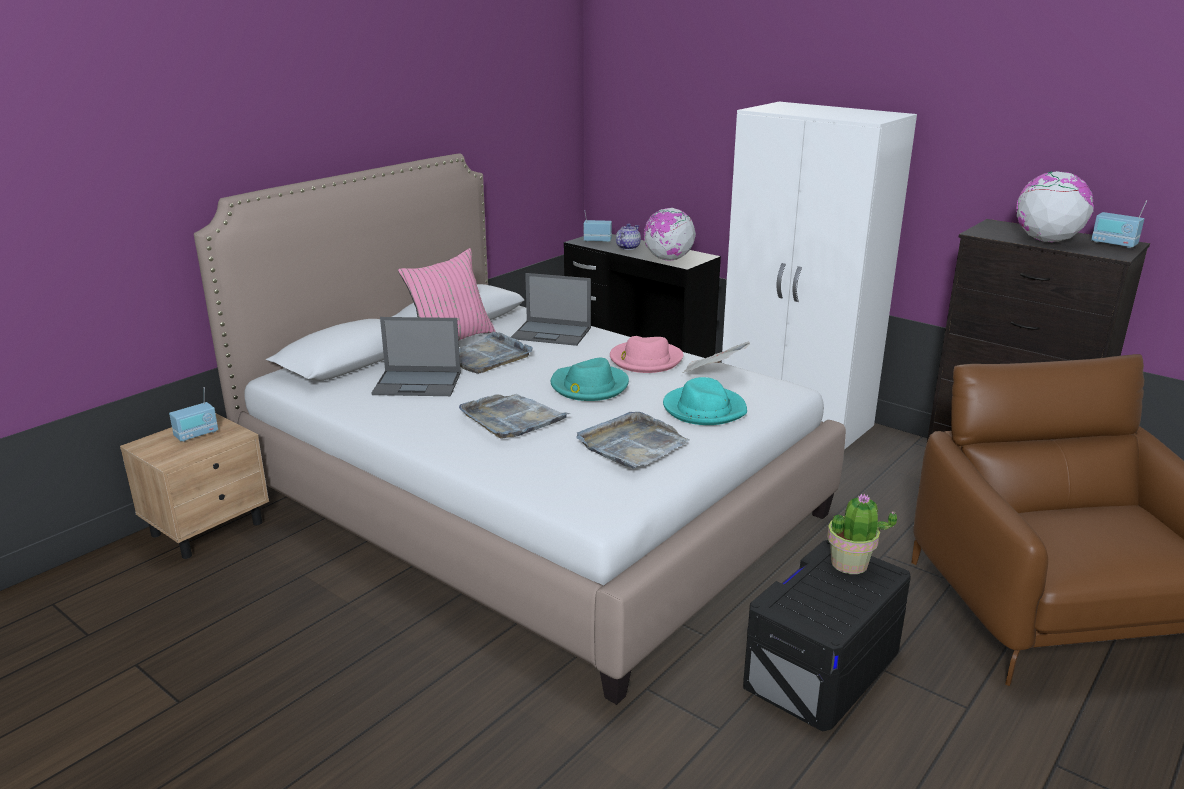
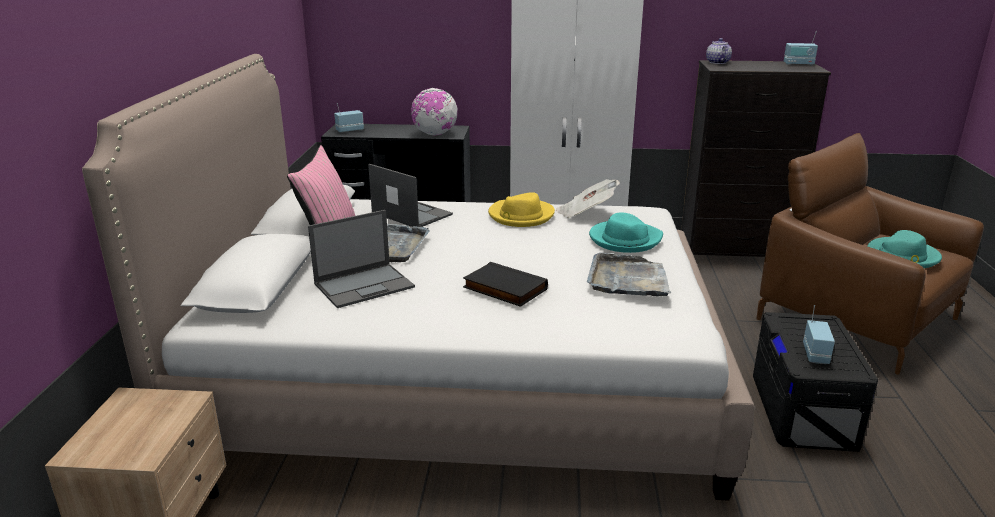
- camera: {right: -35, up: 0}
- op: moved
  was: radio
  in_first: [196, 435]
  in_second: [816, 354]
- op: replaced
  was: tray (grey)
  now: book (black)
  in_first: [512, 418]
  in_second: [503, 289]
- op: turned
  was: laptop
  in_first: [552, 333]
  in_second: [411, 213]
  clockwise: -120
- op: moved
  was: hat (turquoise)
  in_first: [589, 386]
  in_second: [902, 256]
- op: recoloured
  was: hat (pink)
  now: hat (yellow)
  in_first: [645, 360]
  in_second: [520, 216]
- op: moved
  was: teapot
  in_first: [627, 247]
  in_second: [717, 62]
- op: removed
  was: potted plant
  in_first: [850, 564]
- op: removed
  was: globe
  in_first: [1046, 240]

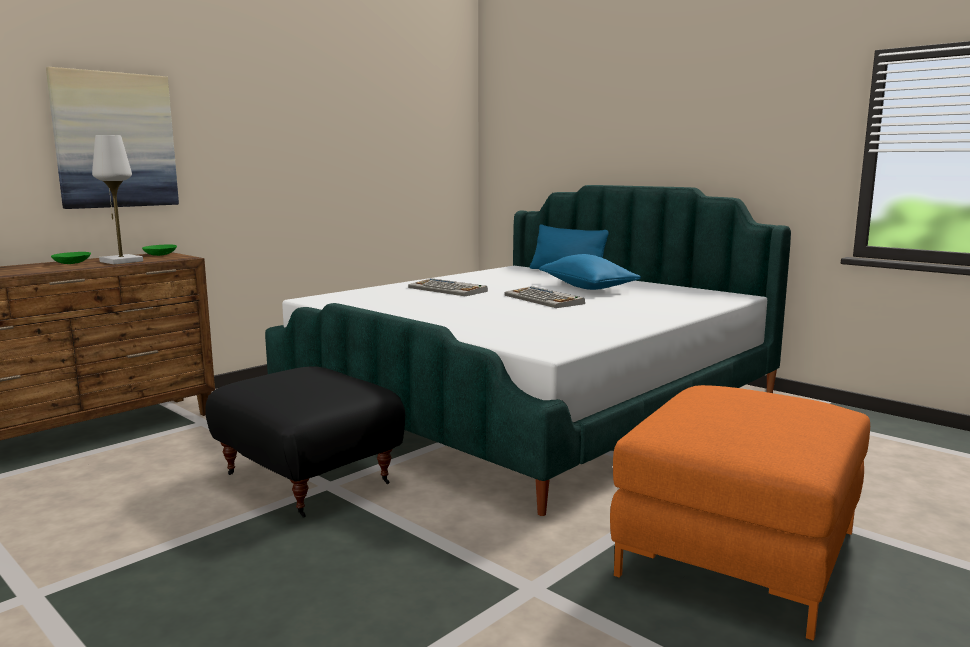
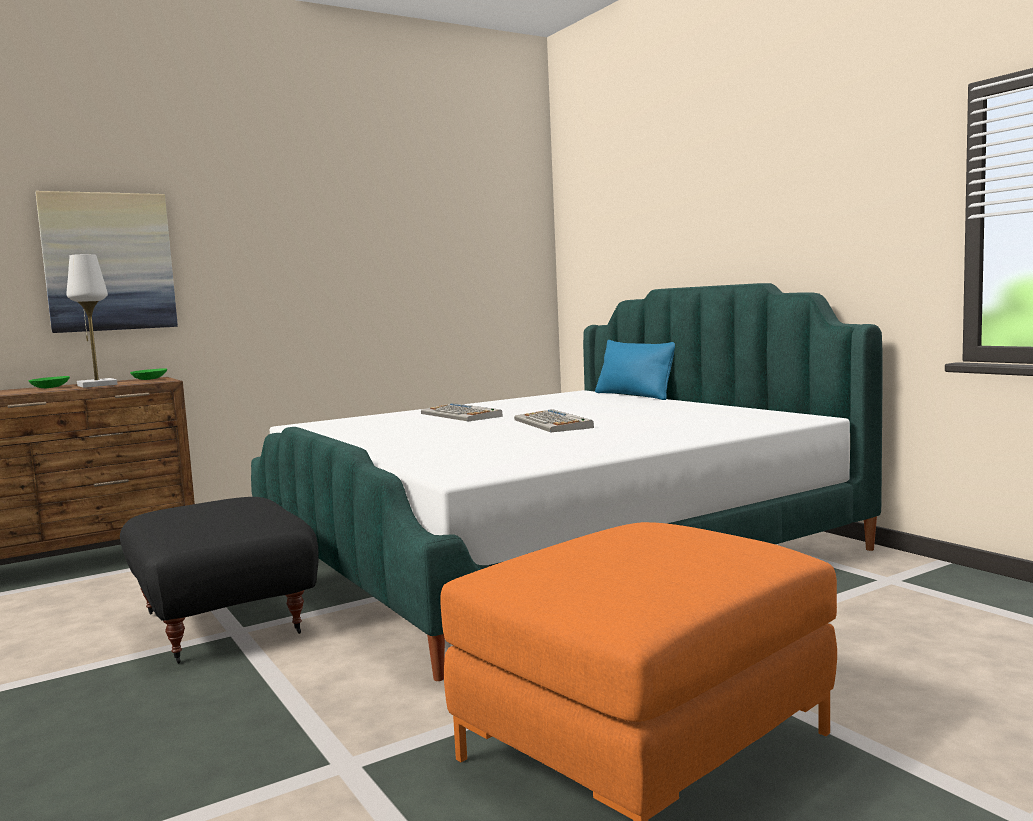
- camera: {right: 15, up: -5}
- op: removed
  was: pillow (blue)
  in_first: [587, 287]

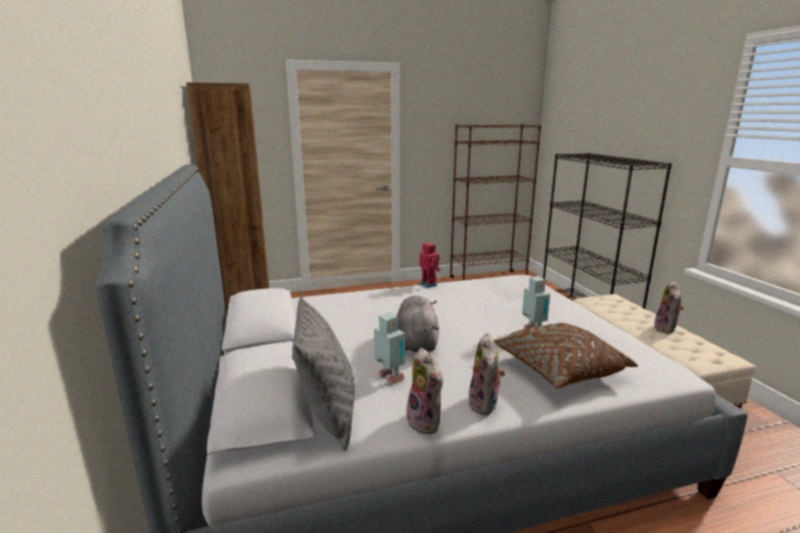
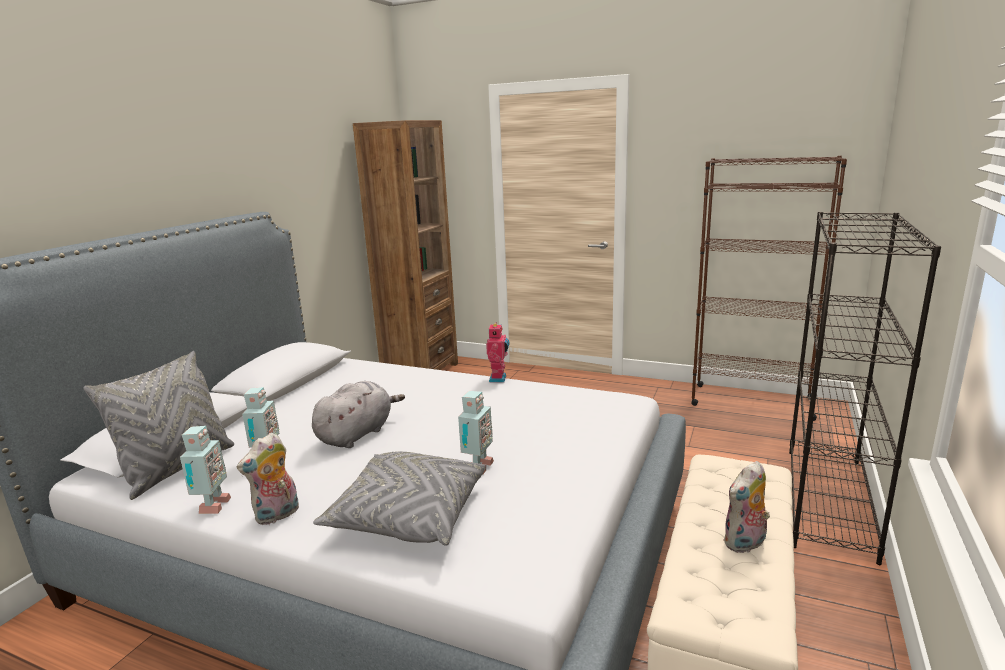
- camera: {right: 40, up: 0}
- op: replaced
  was: plush toy
  now: toy robot
  in_first: [426, 422]
  in_second: [212, 506]
- op: recoloured
  was: pillow (brown)
  now: pillow (grey)
  in_first: [559, 369]
  in_second: [408, 516]

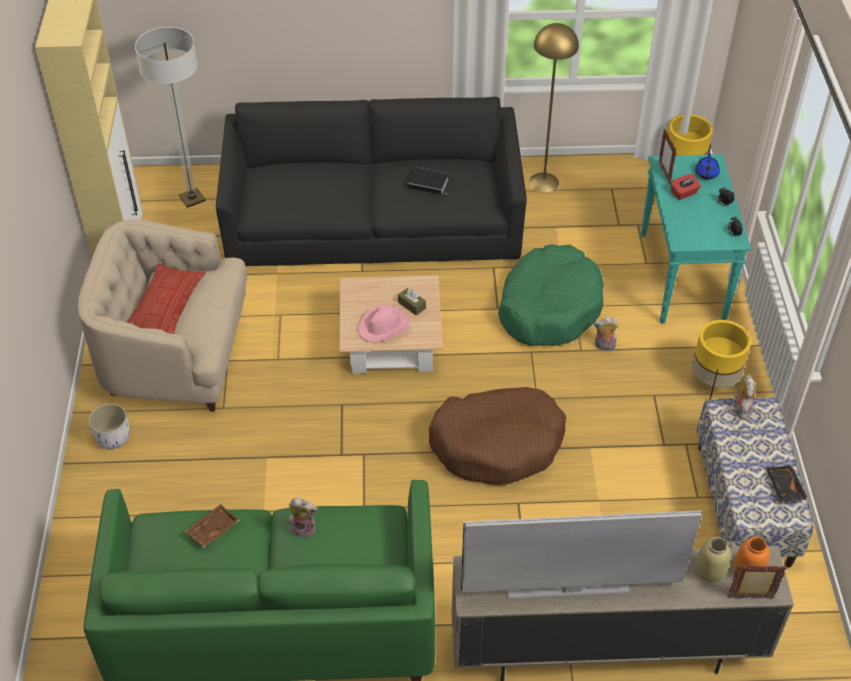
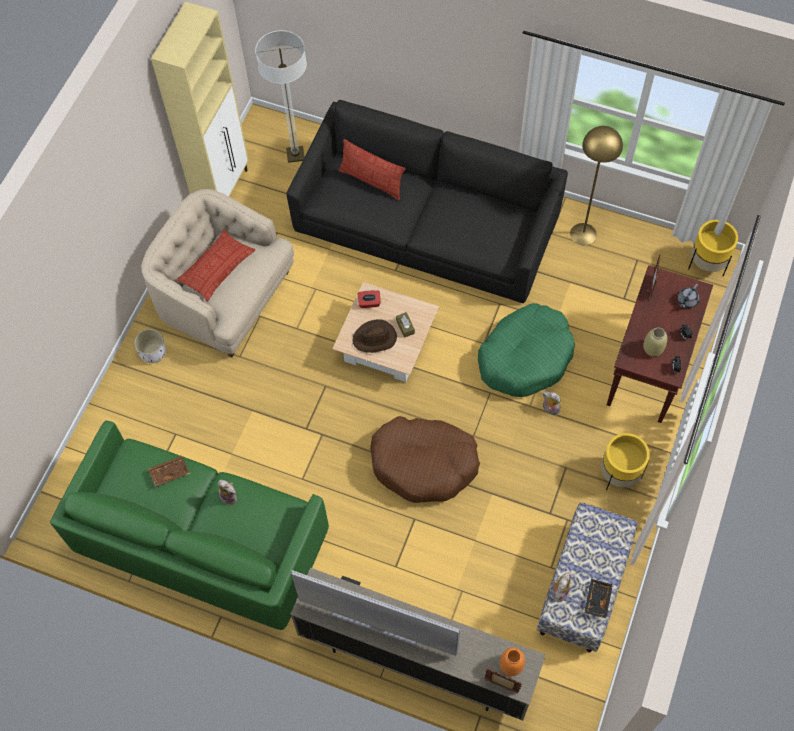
- camera: {right: 25, up: 15}
- op: recoloured
  was: hat (pink)
  now: hat (brown)
  in_first: [383, 326]
  in_second: [375, 338]
- op: removed
  was: book
  in_first: [429, 183]
- op: recoloured
  was: console table (turquoise)
  now: console table (brown)
  in_first: [682, 278]
  in_second: [649, 368]
- op: moved
  was: tissue box (red)
  in_first: [684, 193]
  in_second: [369, 303]
- op: recoloured
  was: teapot (blue)
  now: teapot (grey)
  in_first: [706, 174]
  in_second: [686, 301]
- op: moved
  was: vase (beige)
  in_first: [710, 571]
  in_second: [653, 349]
- op: moved
  was: plush toy
  in_first: [740, 409]
  in_second: [559, 591]
- op: added
  now: pillow
  in_second: [371, 181]

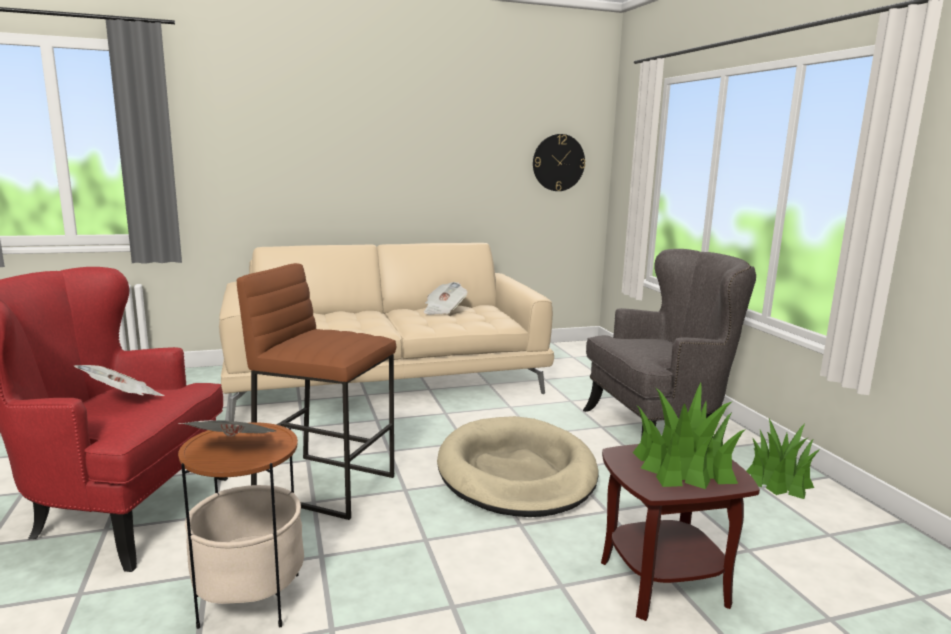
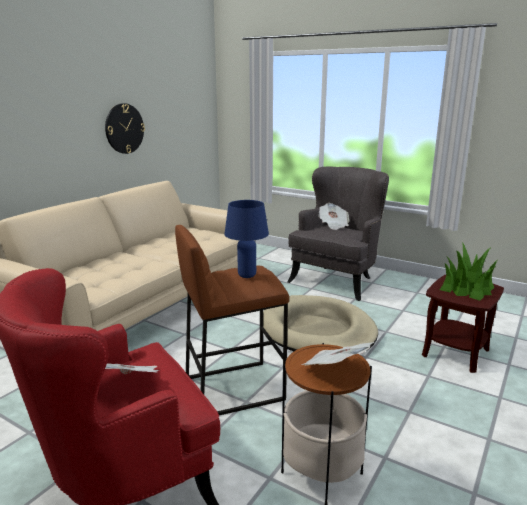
- camera: {right: -40, up: 5}
- op: moved
  was: newspaper
  in_first: [443, 310]
  in_second: [333, 225]
- op: moved
  was: wall clock
  in_first: [558, 162]
  in_second: [124, 128]
- op: removed
  was: potted plant
  in_first: [779, 480]
- op: added
  now: table lamp (blue)
  in_second: [246, 275]

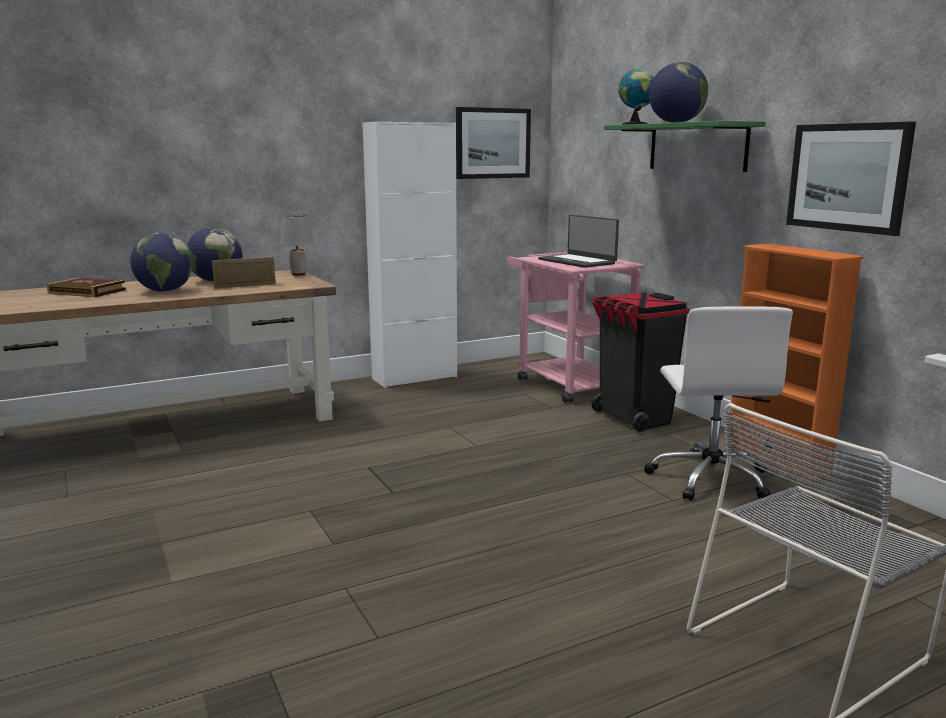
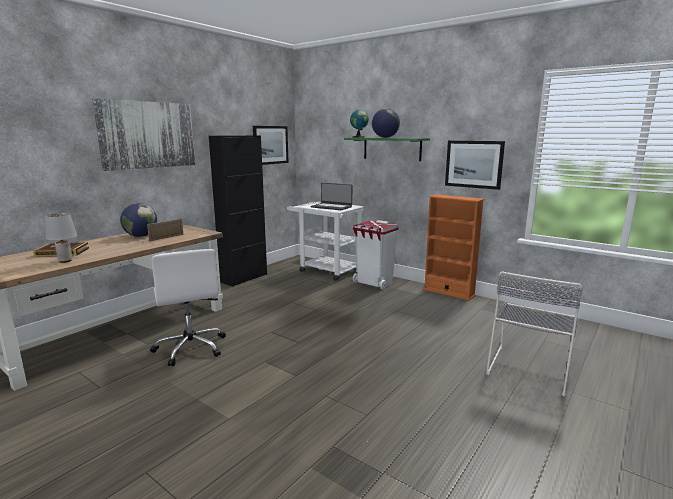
- camera: {right: -25, up: 0}
- op: removed
  was: globe
  in_first: [164, 291]
- op: moved
  was: table lamp (grey)
  in_first: [298, 274]
  in_second: [65, 261]
- op: recoloured
  was: cabinet (white)
  now: cabinet (black)
  in_first: [414, 378]
  in_second: [244, 278]
- op: recoloured
  was: cart (pink)
  now: cart (white)
  in_first: [567, 382]
  in_second: [326, 269]
- op: recoloured
  was: trash can (black)
  now: trash can (white)
  in_first: [634, 418]
  in_second: [374, 283]
- op: moved
  was: office chair (white)
  in_first: [710, 478]
  in_second: [191, 348]
- op: added
  now: picture
  in_second: [148, 135]

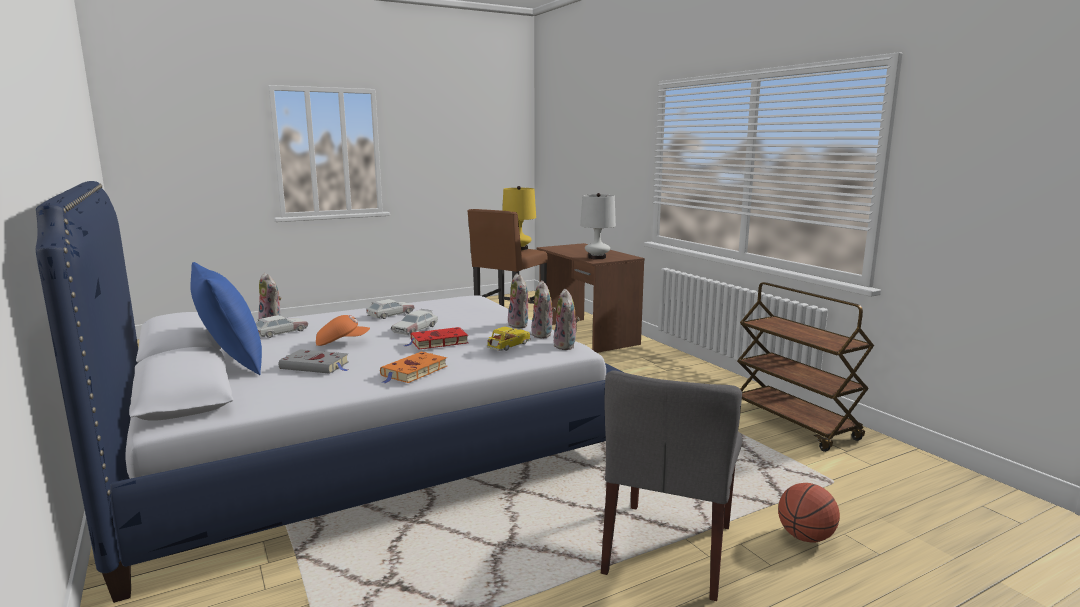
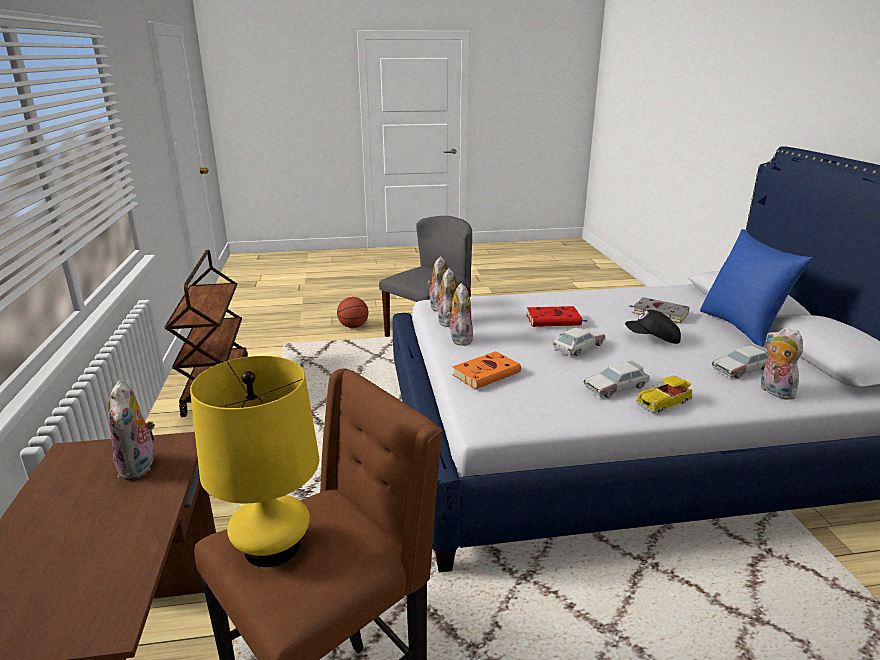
- camera: {right: -160, up: 10}
- op: recoloured
  was: cap (orange)
  now: cap (black)
  in_first: [342, 343]
  in_second: [653, 339]
- op: moved
  was: book (orange)
  in_first: [413, 372]
  in_second: [487, 373]
- op: moved
  was: toy car
  in_first: [508, 346]
  in_second: [664, 402]
- op: replaced
  was: table lamp (white)
  now: plush toy
  in_first: [597, 257]
  in_second: [140, 467]

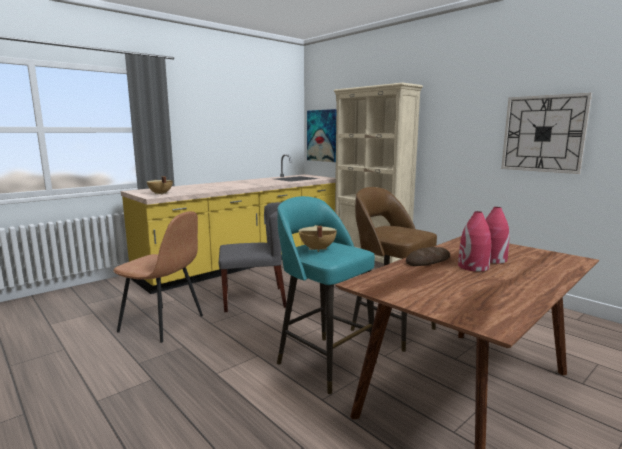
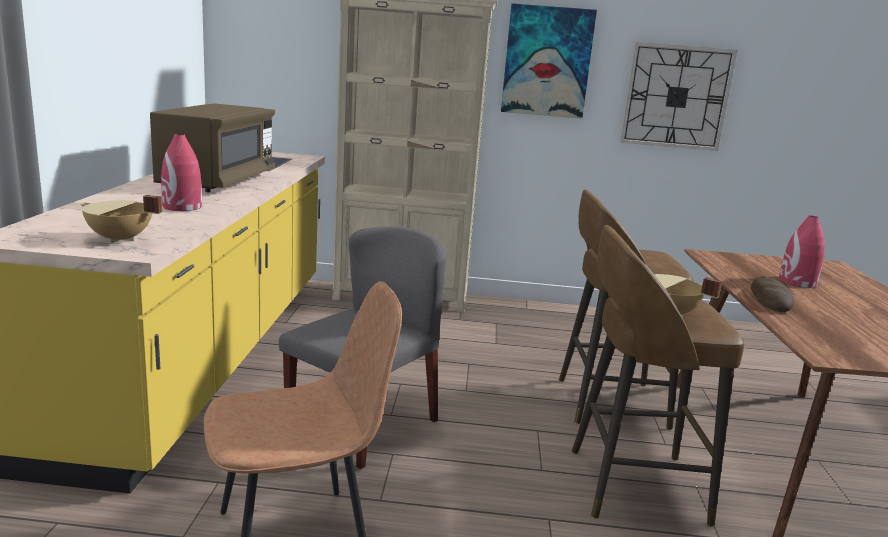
- camera: {right: -45, up: 5}
- op: recoloured
  was: stool (turquoise)
  now: stool (brown)
  in_first: [324, 362]
  in_second: [632, 485]
- op: moved
  was: picture
  in_first: [322, 135]
  in_second: [547, 61]
- op: moved
  was: vase (red)
  in_first: [473, 267]
  in_second: [182, 207]
- op: added
  now: microwave (brown)
  in_second: [218, 181]

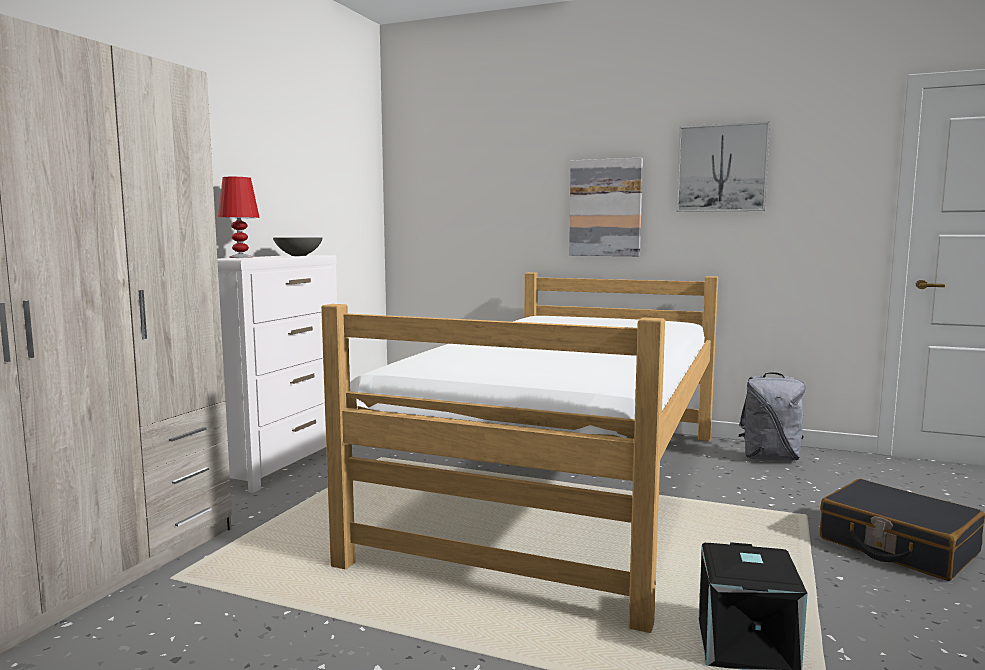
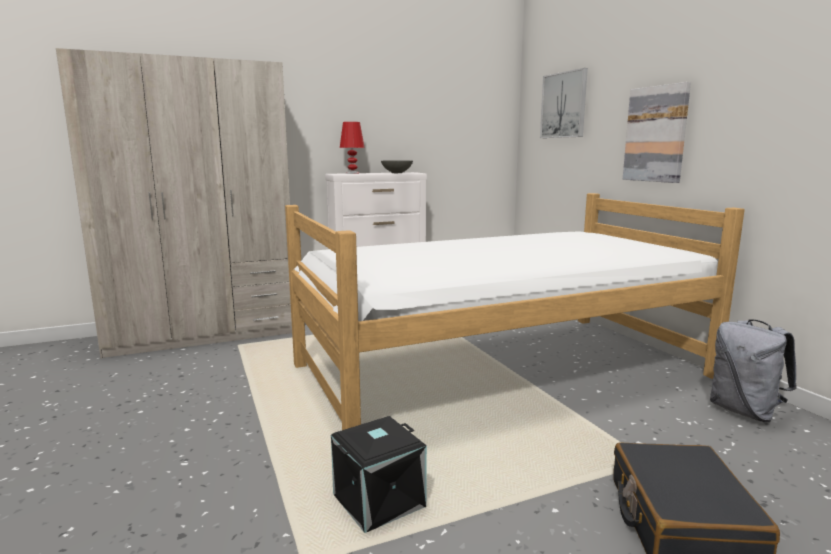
- camera: {right: 45, up: 5}
- op: moved
  was: picture
  in_first: [722, 168]
  in_second: [564, 105]

